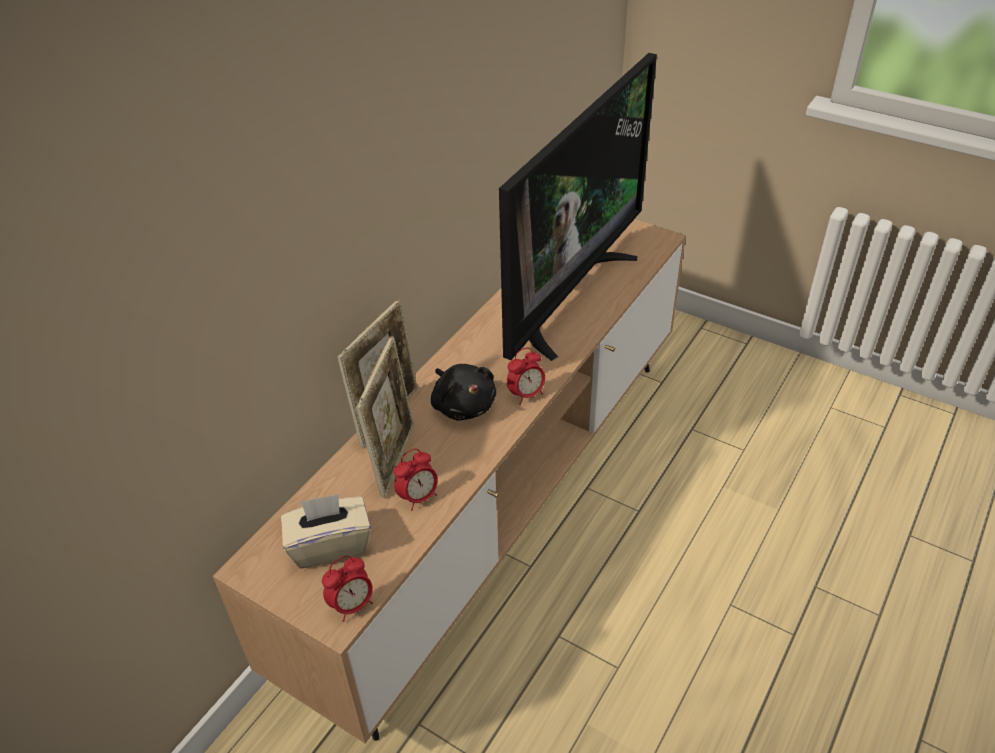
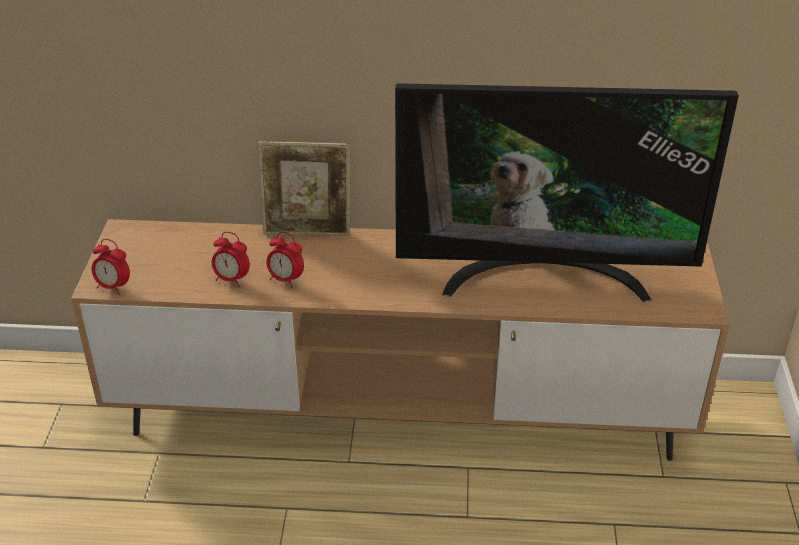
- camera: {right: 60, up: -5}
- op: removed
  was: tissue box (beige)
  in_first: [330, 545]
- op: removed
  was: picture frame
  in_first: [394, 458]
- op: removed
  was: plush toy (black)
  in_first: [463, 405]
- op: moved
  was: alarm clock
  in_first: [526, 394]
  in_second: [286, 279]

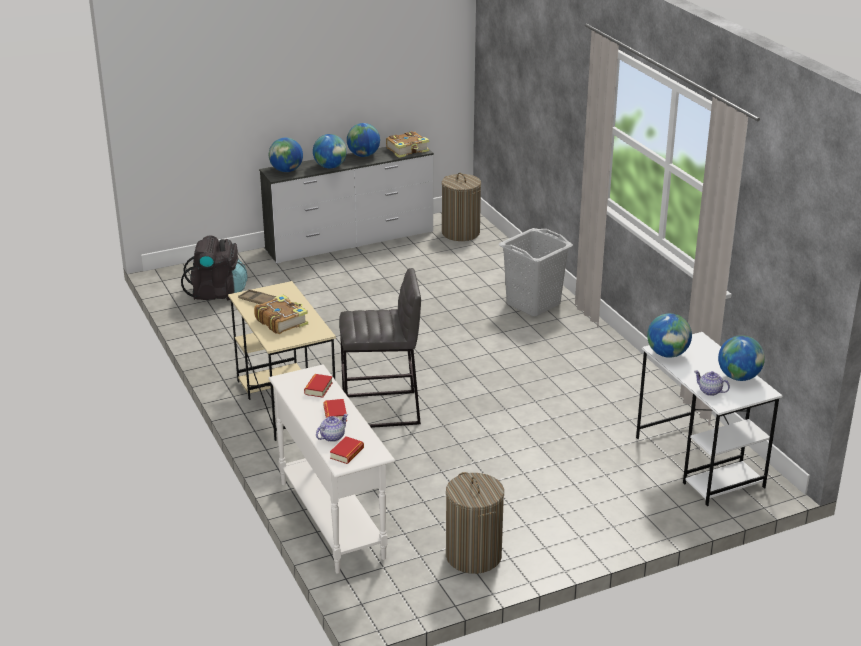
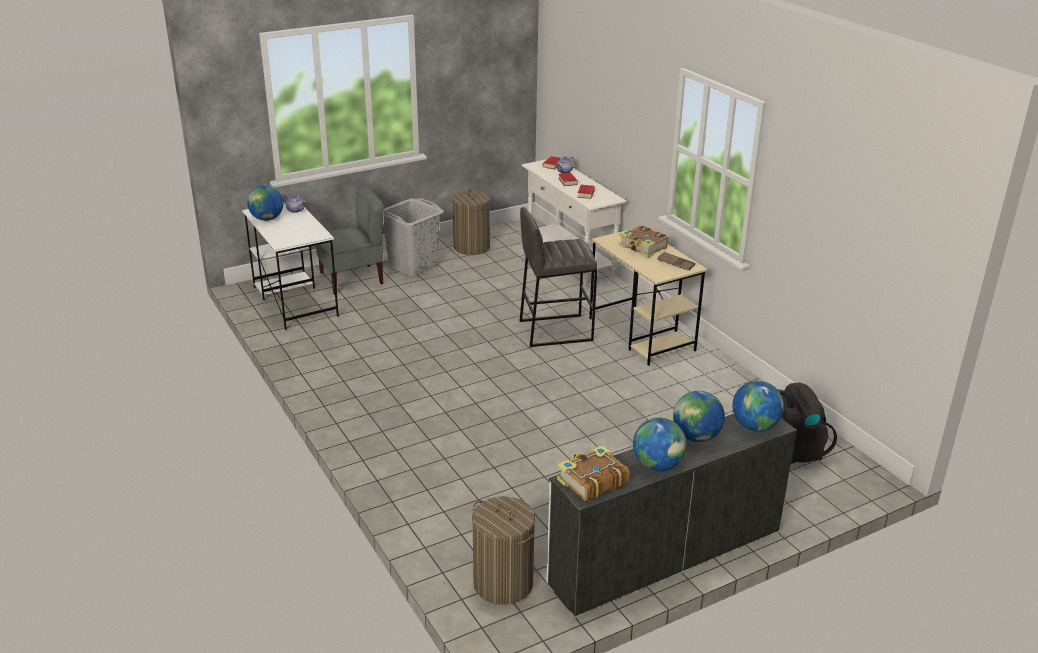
- camera: {right: 175, up: 0}
- op: moved
  was: laundry basket (grey)
  in_first: [533, 304]
  in_second: [412, 266]
- op: removed
  was: globe
  in_first: [667, 354]
- op: added
  now: chair (grey)
  in_second: [352, 279]

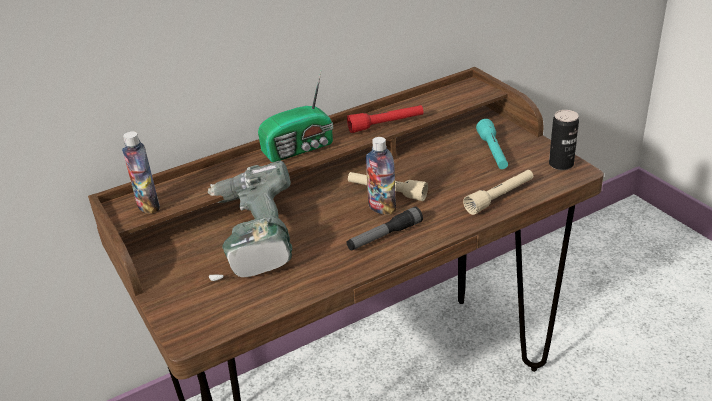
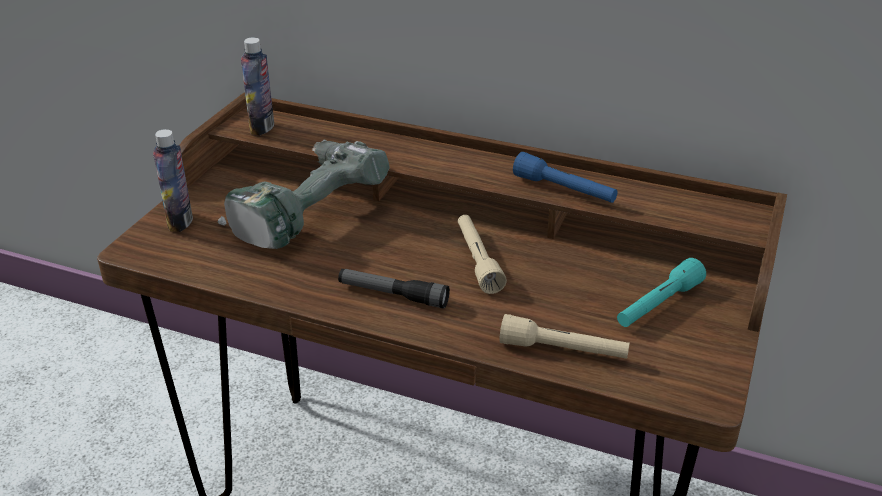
- camera: {right: 50, up: 0}
- op: removed
  was: radio
  in_first: [300, 148]
- op: recoloured
  was: flashlight (red)
  now: flashlight (blue)
  in_first: [386, 124]
  in_second: [564, 190]
- op: moved
  was: bottle
  in_first: [382, 208]
  in_second: [180, 222]
- op: removed
  was: can
  in_first: [561, 164]

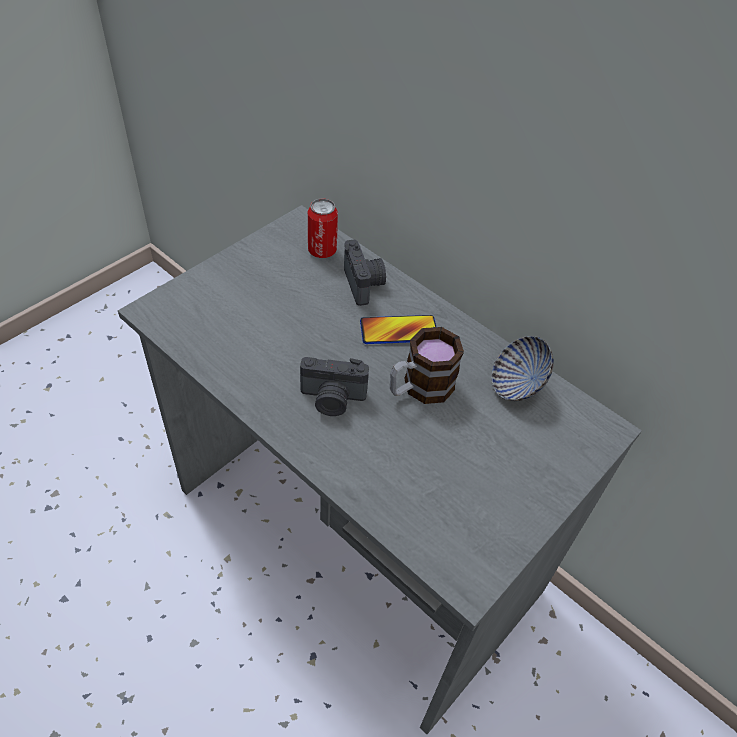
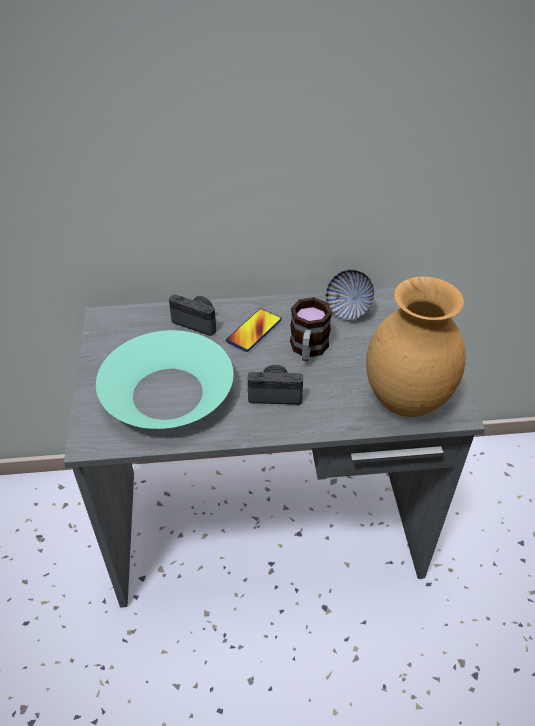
- camera: {right: -45, up: -5}
- op: turned
  was: photo camera
  in_first: [332, 399]
  in_second: [275, 393]
  clockwise: -135
- op: removed
  was: can
  in_first: [322, 251]
- op: added
  now: bowl (turquoise)
  in_second: [167, 392]
- op: added
  now: vase (brown)
  in_second: [404, 402]

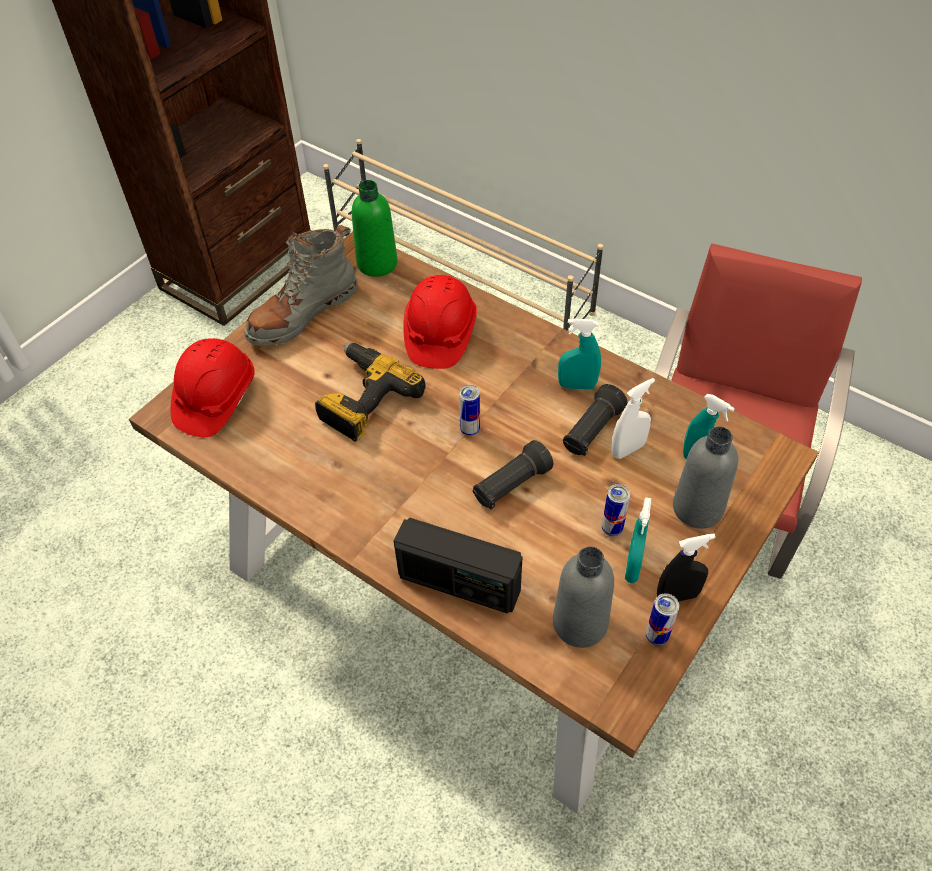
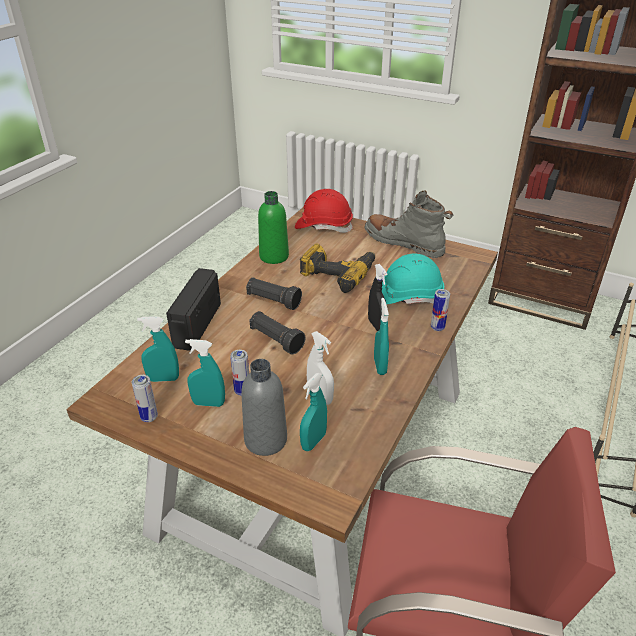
- camera: {right: 80, up: -15}
- op: moved
  was: bottle (green)
  in_first: [377, 263]
  in_second: [274, 256]
- op: recoloured
  was: hard hat (red)
  now: hard hat (turquoise)
  in_first: [439, 335]
  in_second: [407, 297]
- op: moved
  was: can
  in_first: [470, 430]
  in_second: [437, 327]
- op: replaced
  was: bottle (grey)
  now: spray bottle (turquoise)
  in_first: [580, 623]
  in_second: [163, 379]
- op: moved
  was: flashlight (black)
  in_first: [591, 431]
  in_second: [273, 301]
- op: moved
  was: spray bottle (black)
  in_first: [677, 596]
  in_second: [376, 325]

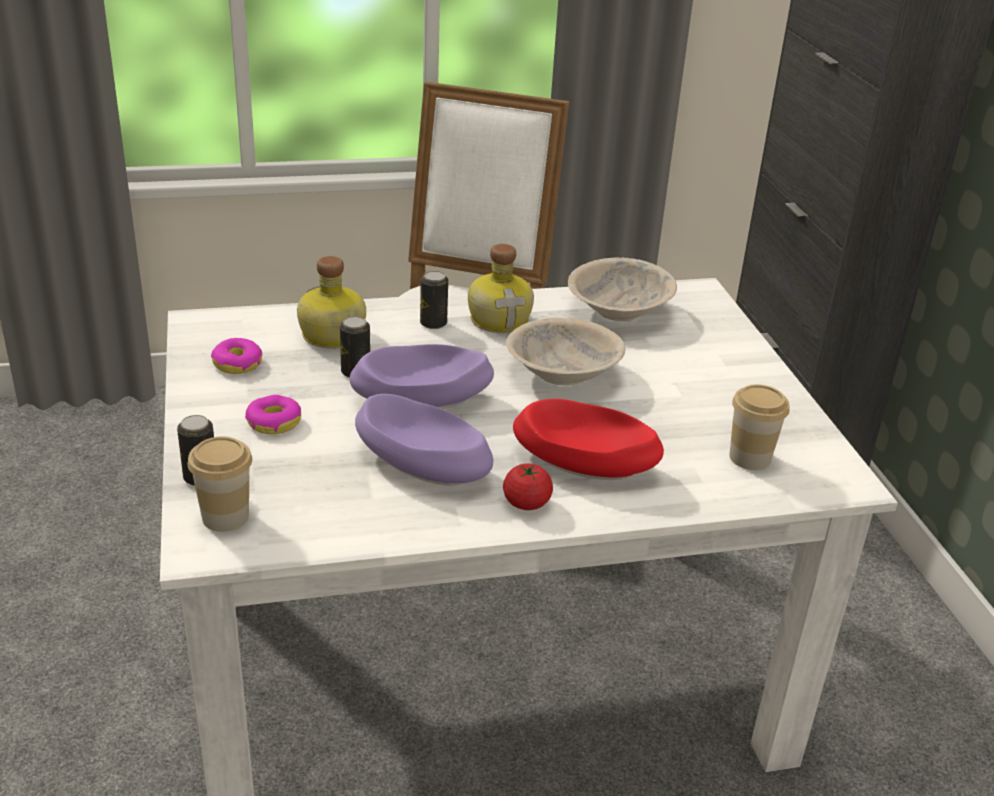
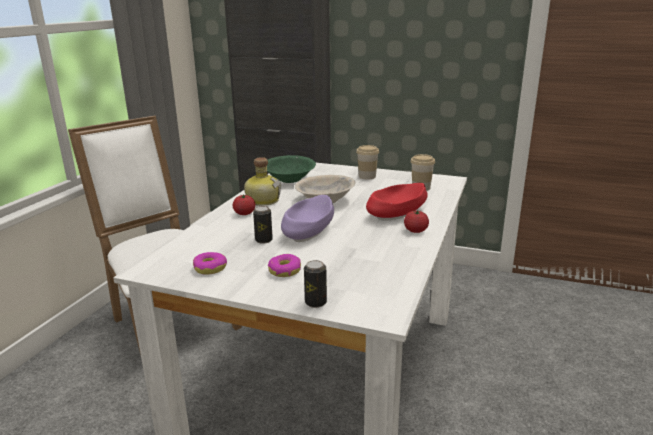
- camera: {right: -55, up: -10}
- op: moved
  was: cup
  in_first: [225, 517]
  in_second: [367, 176]
- op: removed
  was: bottle
  in_first: [331, 336]
- op: removed
  was: bowl (purple)
  in_first: [421, 465]
- op: replaced
  was: can
  now: tomato
  in_first: [433, 323]
  in_second: [244, 213]
- op: recoloured
  was: bowl (beige)
  now: bowl (green)
  in_first: [619, 311]
  in_second: [289, 179]

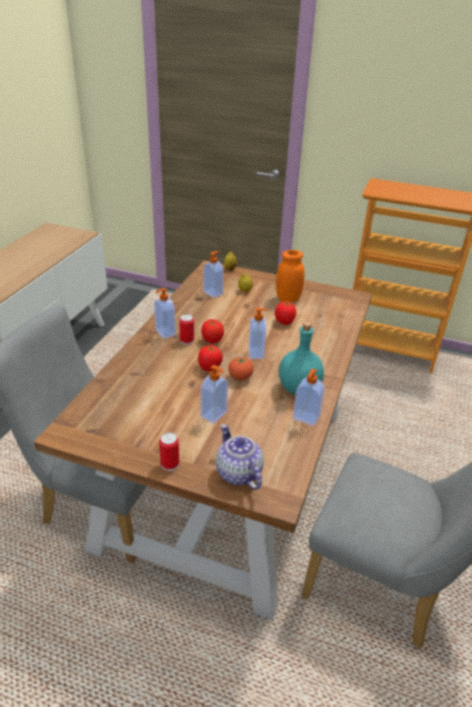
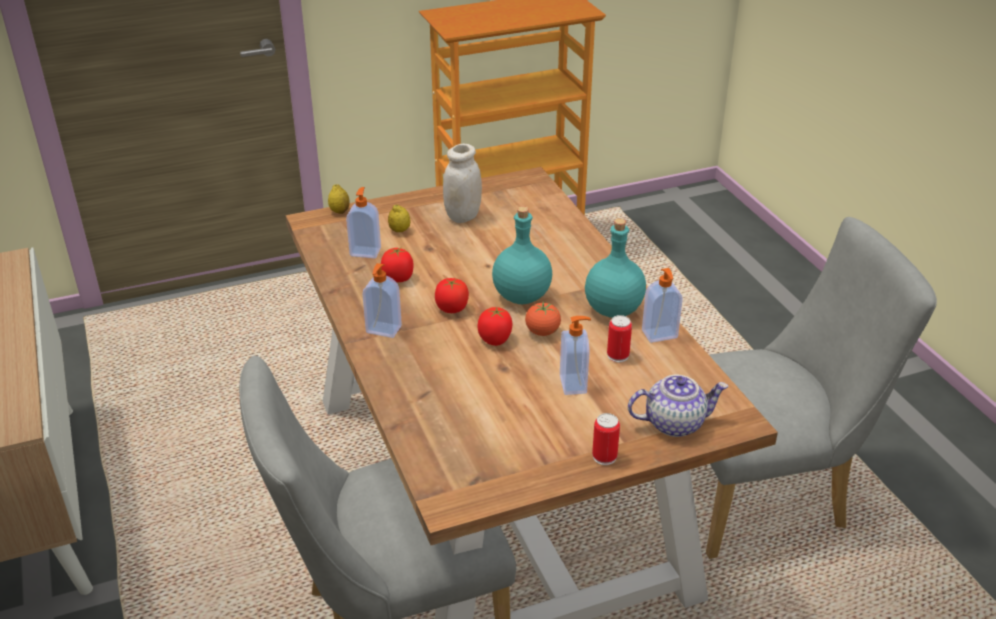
- camera: {right: -40, up: 0}
- op: moved
  was: can
  in_first: [187, 341]
  in_second: [618, 356]
- op: turned
  was: teapot
  in_first: [238, 473]
  in_second: [674, 422]
  clockwise: 150
- op: replaced
  was: soap dispenser
  now: bottle (turquoise)
  in_first: [257, 353]
  in_second: [520, 296]
- op: moved
  was: tomato
  in_first: [284, 322]
  in_second: [398, 278]
- op: recoloured
  was: jar (orange)
  now: jar (white)
  in_first: [288, 298]
  in_second: [463, 216]

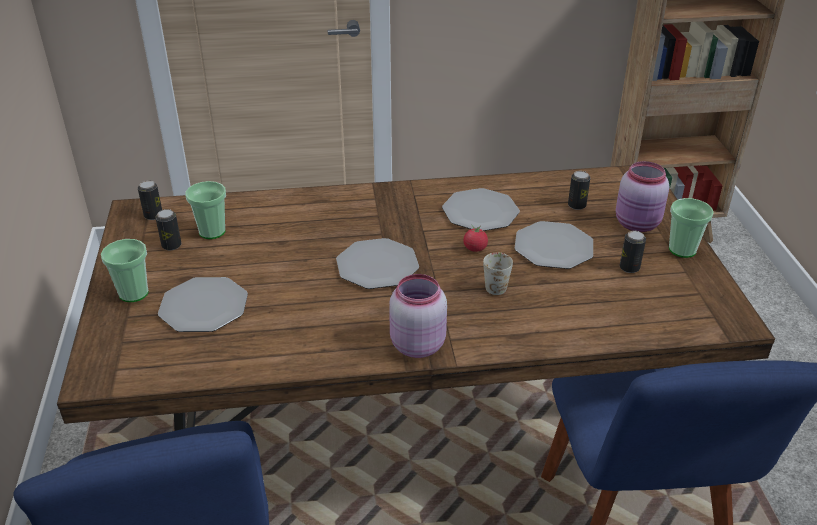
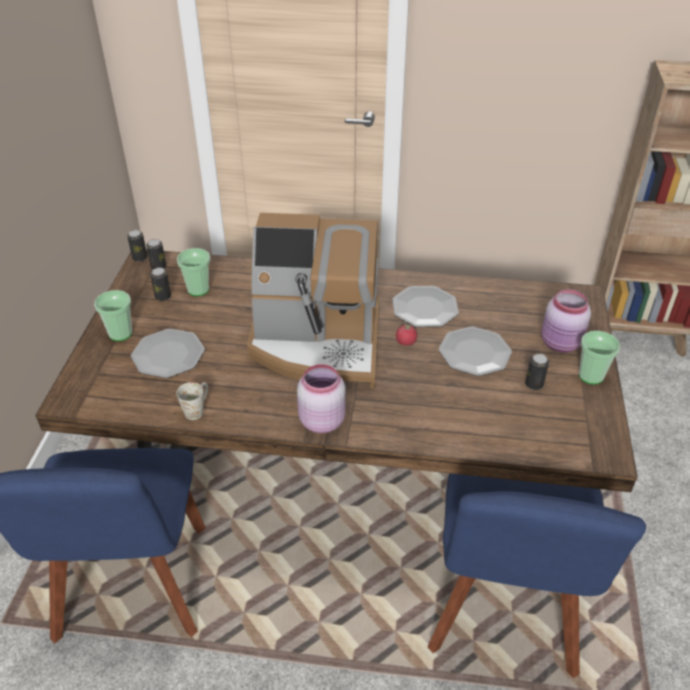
- camera: {right: 15, up: 5}
- op: replaced
  was: plate
  now: coffee machine
  in_first: [377, 265]
  in_second: [318, 343]
- op: moved
  was: mug (white)
  in_first: [496, 284]
  in_second: [197, 409]
- op: moved
  was: can
  in_first: [576, 205]
  in_second: [140, 258]

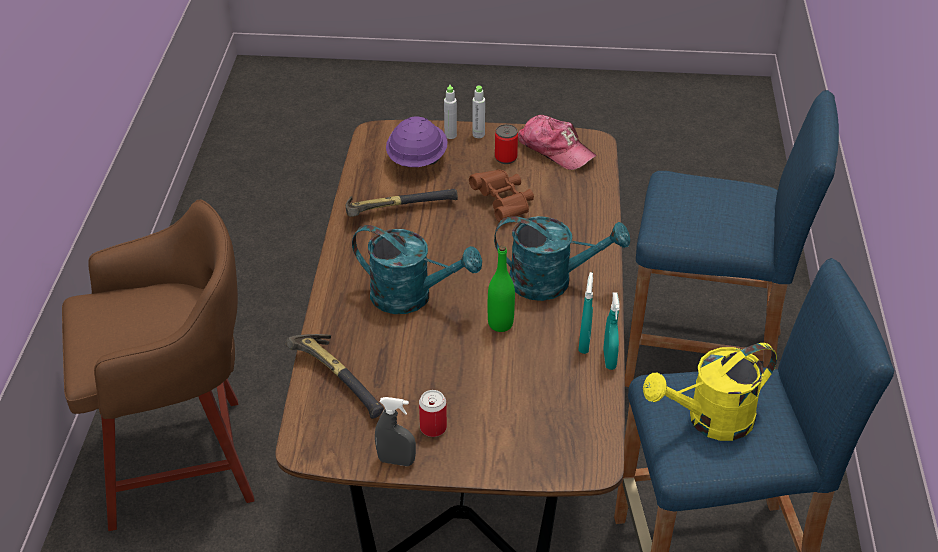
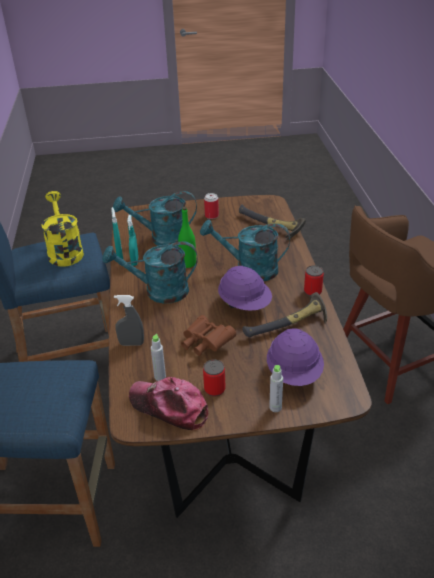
- camera: {right: 170, up: -5}
- op: moved
  was: spray bottle (grey)
  in_first: [396, 461]
  in_second: [131, 343]
- op: moved
  was: bottle (grey)
  in_first: [478, 134]
  in_second: [160, 377]
- op: turned
  was: watering can (yellow)
  in_first: [710, 421]
  in_second: [64, 251]
  clockwise: -75
- op: added
  now: watering can (turquoise)
  in_second: [162, 238]
- op: added
  now: hard hat (purple)
  in_second: [245, 304]
- op: added
  now: can
  in_second: [312, 292]

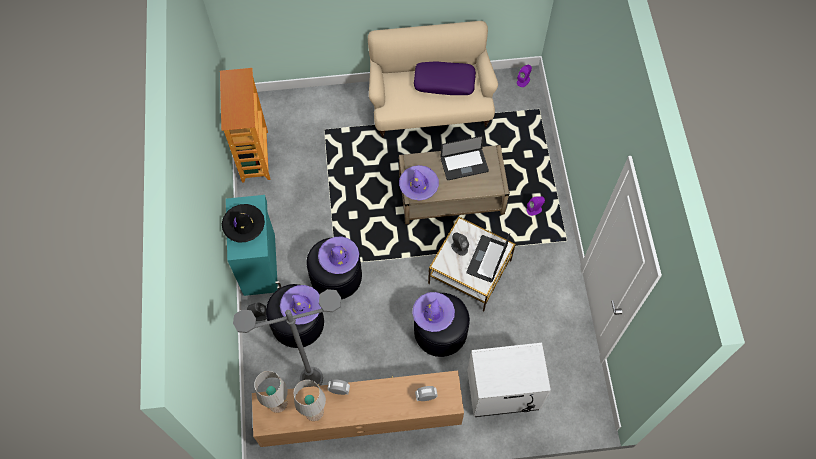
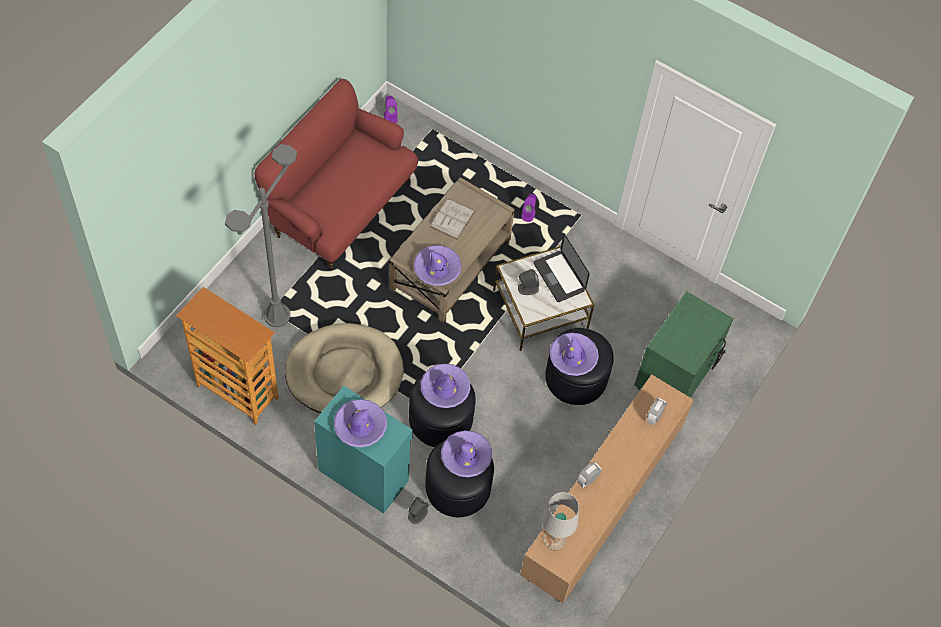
- camera: {right: -55, up: -5}
- op: recoloured
  was: hat (black)
  now: hat (purple)
  in_first: [244, 225]
  in_second: [360, 426]
- op: moved
  was: floor lamp (grey)
  in_first: [311, 378]
  in_second: [277, 315]
- op: removed
  was: table lamp (white)
  in_first: [314, 411]
- op: recoloured
  was: sofa (beige)
  now: sofa (red)
  in_first: [430, 107]
  in_second: [340, 208]
- op: removed
  was: pillow (purple)
  in_first: [444, 82]
- op: replaced
  was: laptop
  now: book (white)
  in_first: [464, 165]
  in_second: [452, 219]
- op: recoloured
  was: nightstand (white)
  now: nightstand (green)
  in_first: [503, 392]
  in_second: [676, 374]
- op: added
  now: dog bed (beige)
  in_second: [344, 373]

